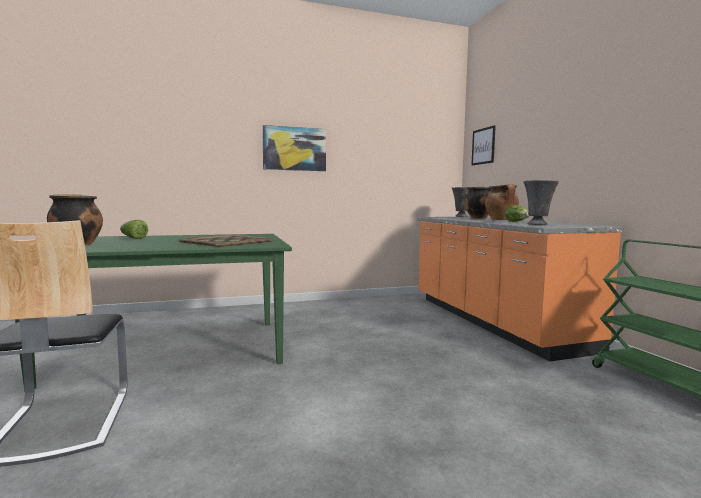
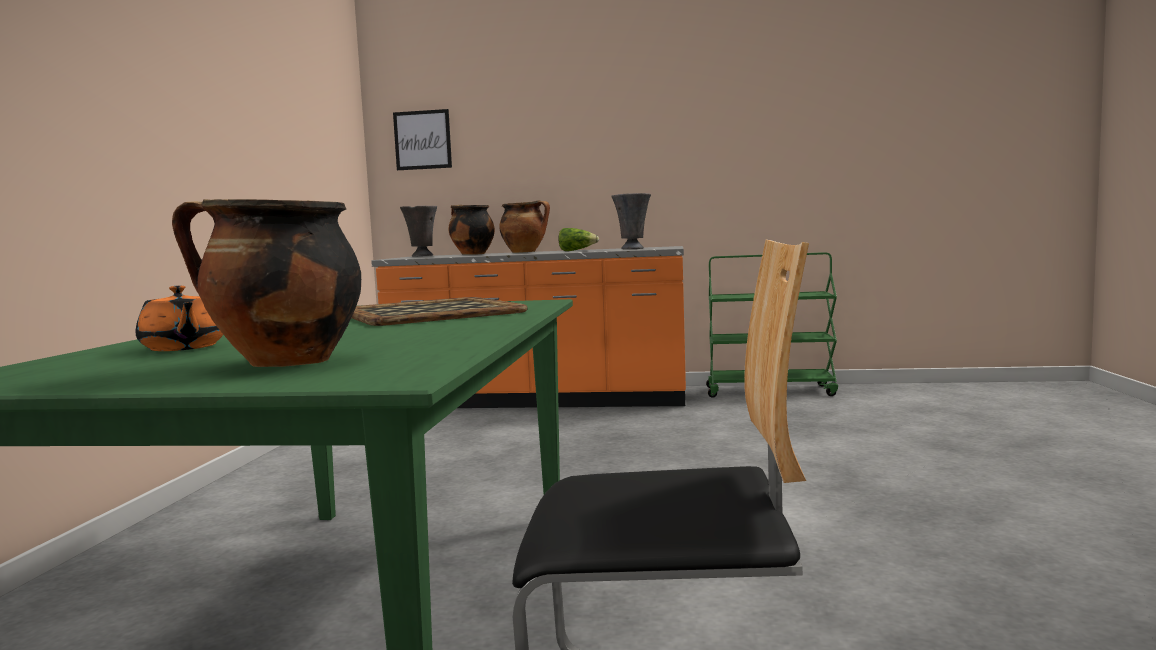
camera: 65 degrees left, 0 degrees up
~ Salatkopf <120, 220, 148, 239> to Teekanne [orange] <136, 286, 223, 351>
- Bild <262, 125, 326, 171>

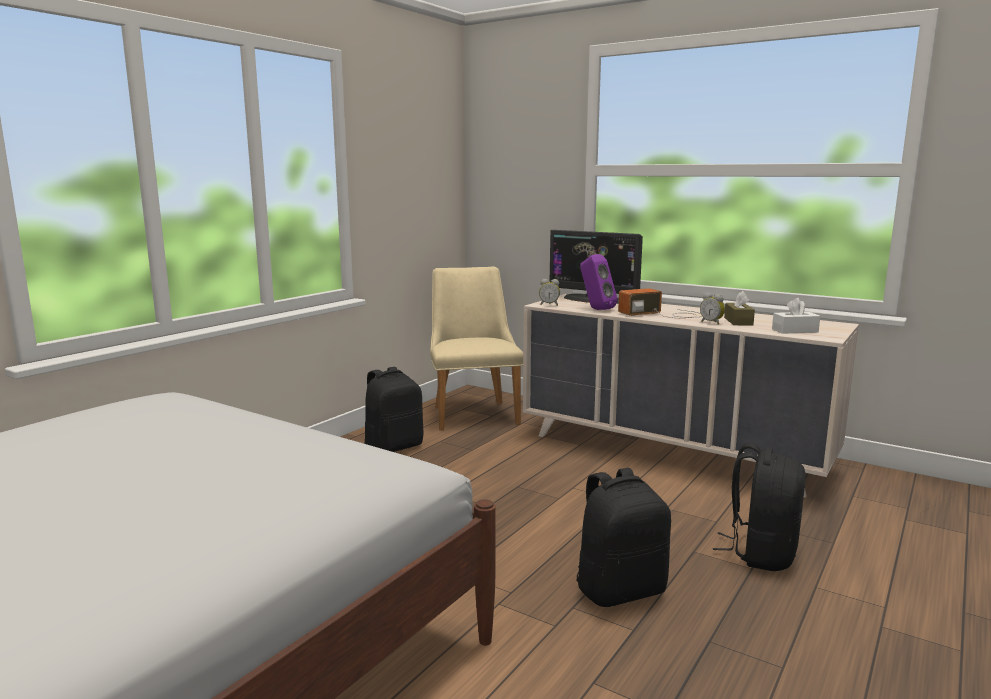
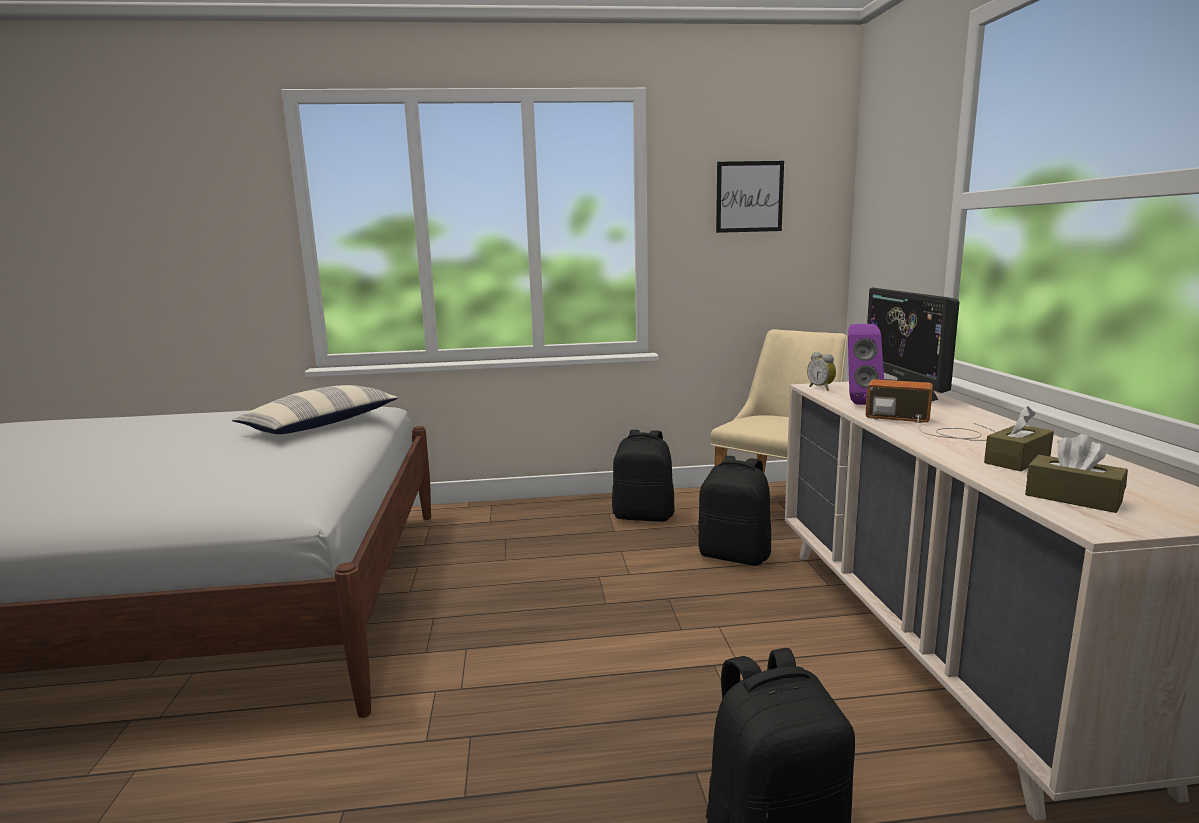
camera: 50 degrees right, 0 degrees up
~ Rucksack [schwarz] <576, 468, 671, 607> to <698, 456, 771, 566>
- Wecker <700, 292, 725, 325>
~ Taschentuchbox [weiß] <772, 298, 820, 334> to Taschentuchbox [braun] <1025, 434, 1128, 513>
+ Kissen <232, 385, 398, 434>
+ Bild <716, 161, 784, 233>

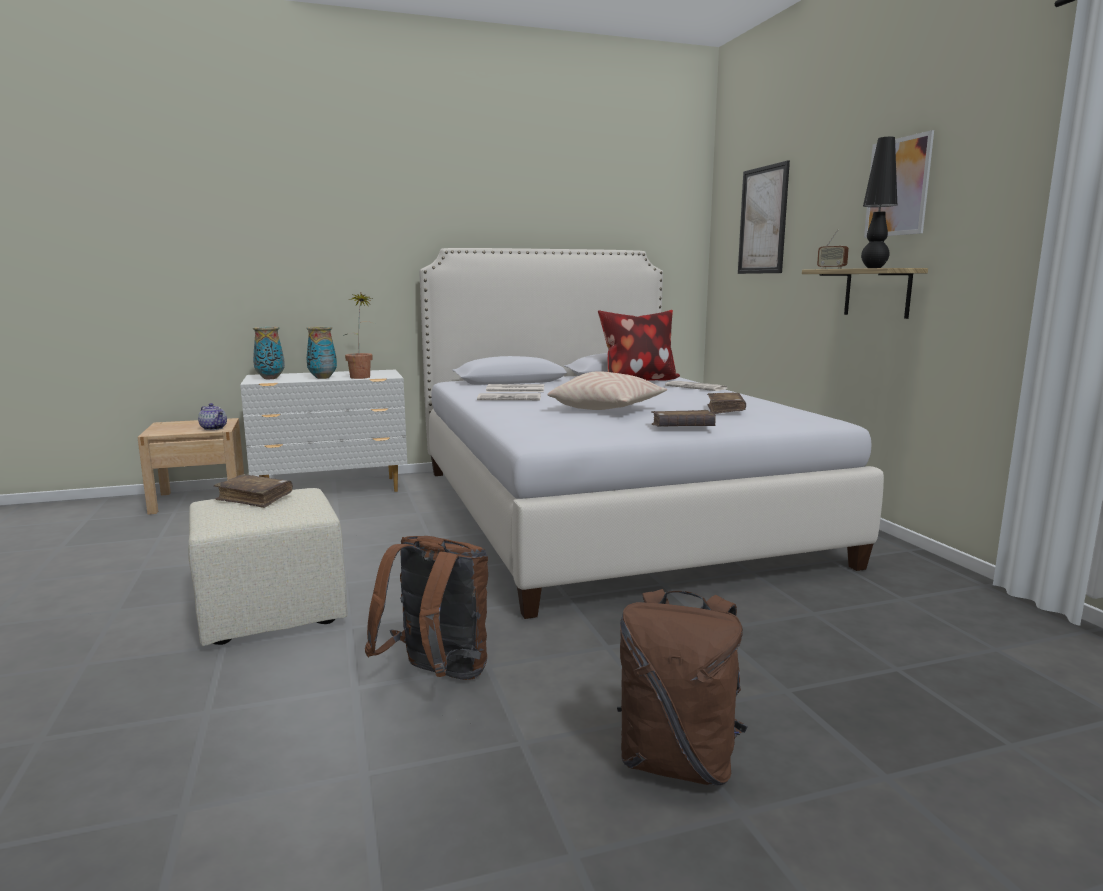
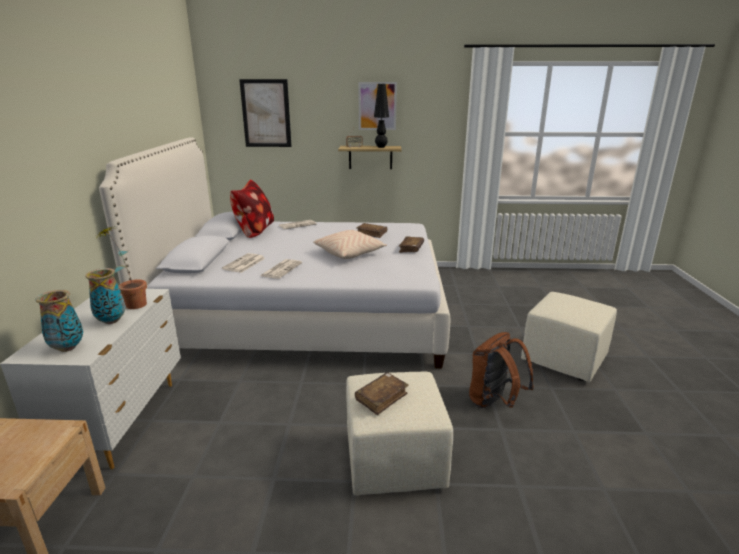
camera: 70 degrees left, 10 degrees up
- Teekanne <198, 403, 227, 430>
~ Rucksack [braun] <617, 589, 748, 785> to Polsterhocker [beige] <521, 292, 617, 383>

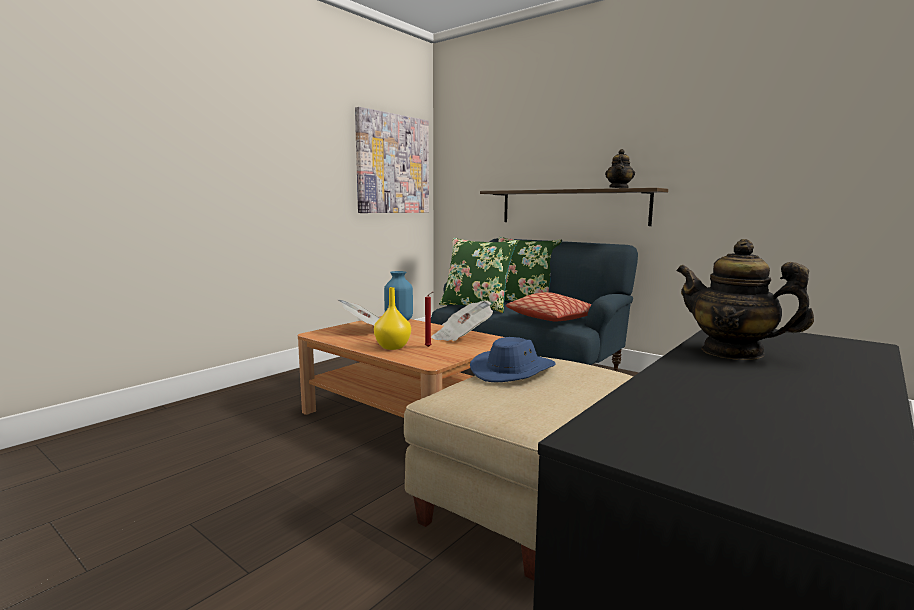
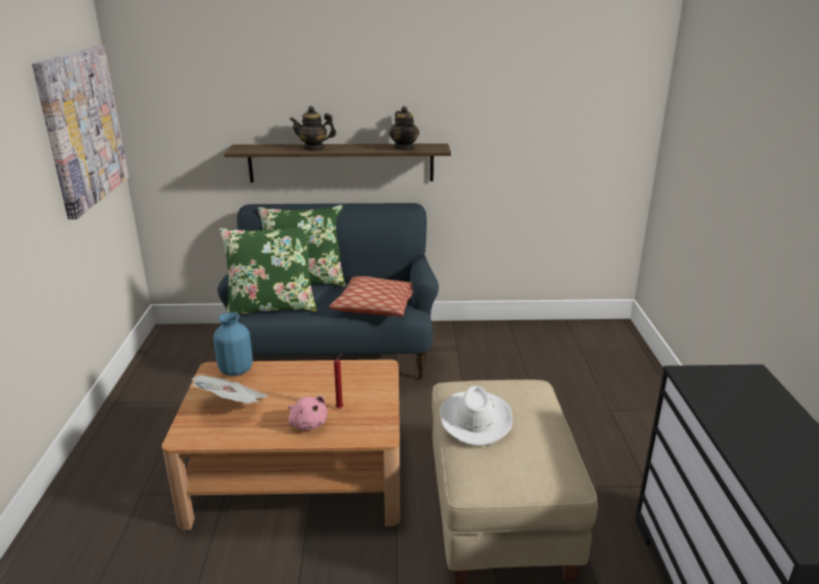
camera: 40 degrees left, 15 degrees up
~ Vase [gelb] <374, 287, 411, 350> to Plüschtier [rosa] <288, 396, 328, 430>
- Zeitung <431, 301, 493, 341>
~ Hut [blau] <470, 337, 555, 382> to Hut [weiß] <440, 386, 512, 446>
~ Teekanne <676, 239, 814, 360> to <289, 106, 336, 151>

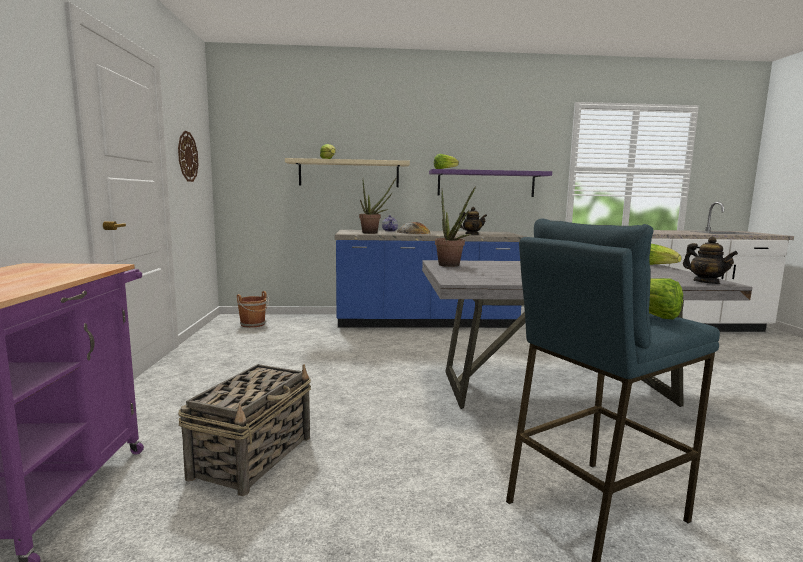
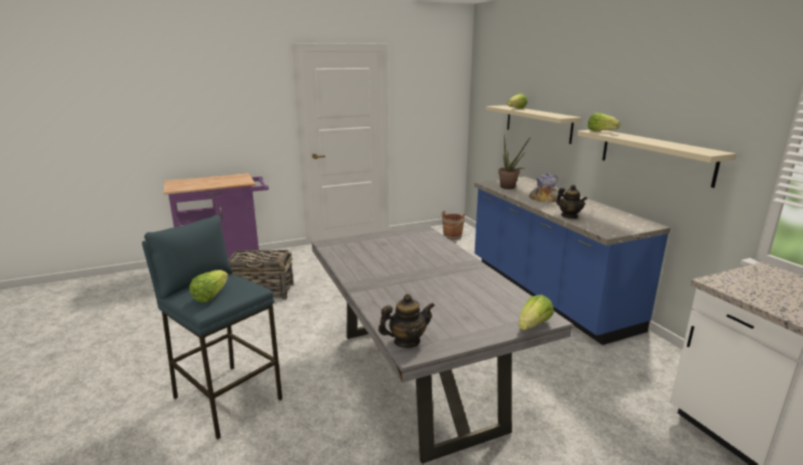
camera: 70 degrees right, 10 degrees up
- Wanduhr <178, 131, 198, 182>
~ Wandregal [lila] <429, 169, 552, 197> to Wandregal [beige] <577, 130, 736, 188>
- Topfpflanze <435, 186, 476, 267>
~ Teekanne <683, 237, 738, 284> = <378, 294, 435, 348> 150 degrees counterclockwise

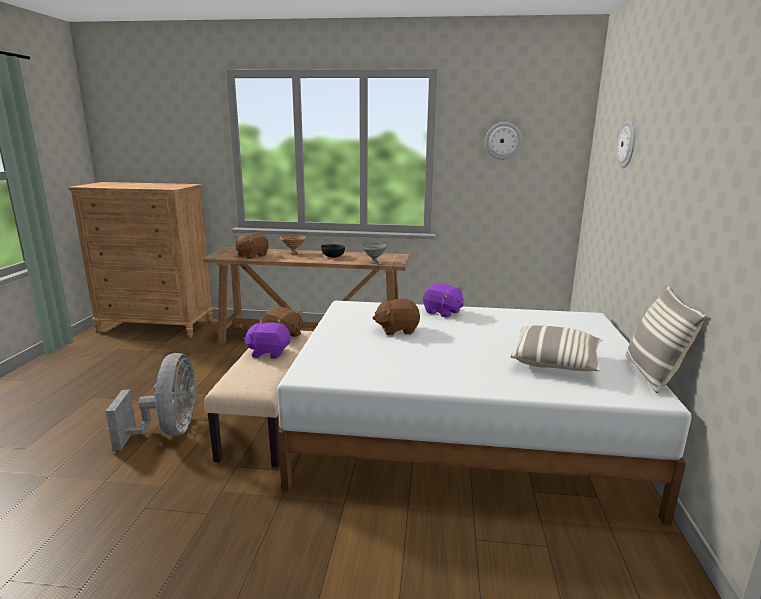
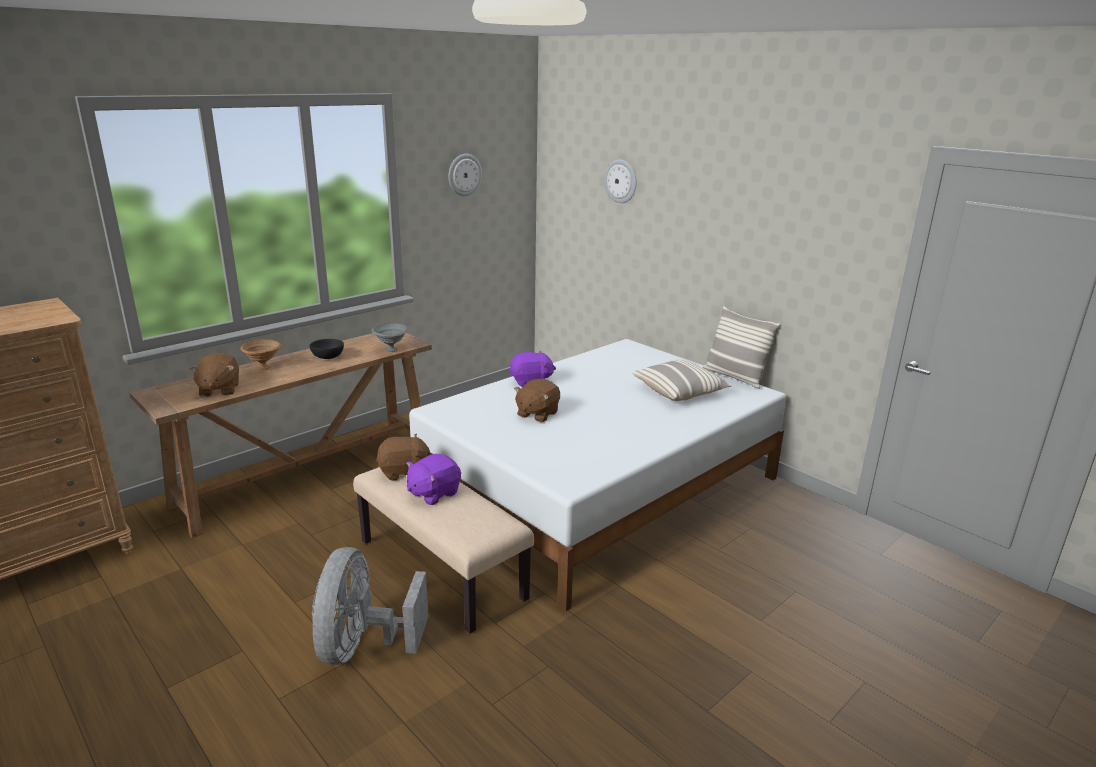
camera: 50 degrees left, 5 degrees up
~ Ventilator [grau] <106, 353, 197, 451> = <312, 547, 428, 665> 120 degrees counterclockwise

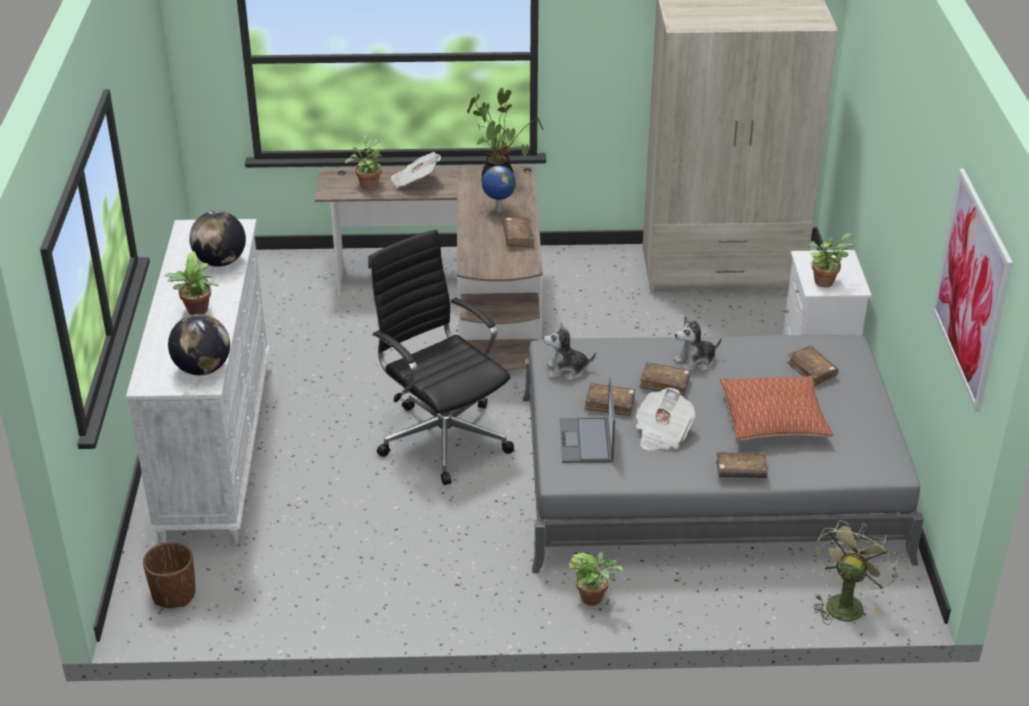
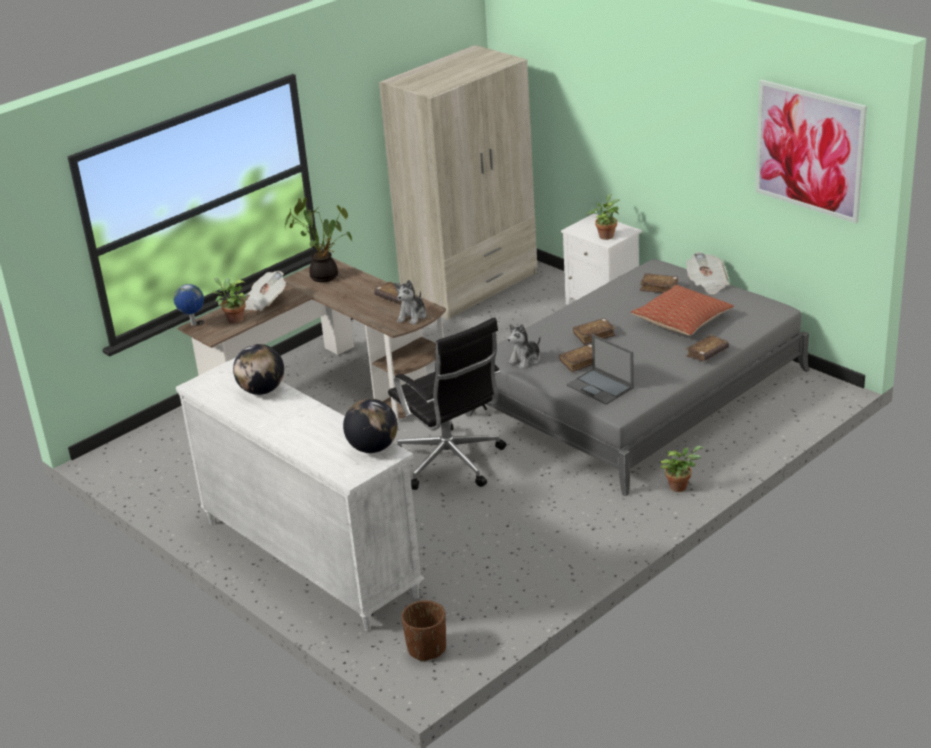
camera: 40 degrees left, 5 degrees down
- Topfpflanze <165, 251, 218, 315>
~ Bürostuhl [schwarz] <368, 229, 514, 485> = <388, 317, 506, 490> 135 degrees counterclockwise
~ Globus <482, 166, 516, 213> to <174, 284, 204, 326>
~ Zeitung <636, 388, 695, 450> to <686, 252, 730, 295>
~ Plüschtier <673, 316, 721, 371> to <394, 280, 426, 325>
- Ventilator [grün] <813, 520, 900, 625>

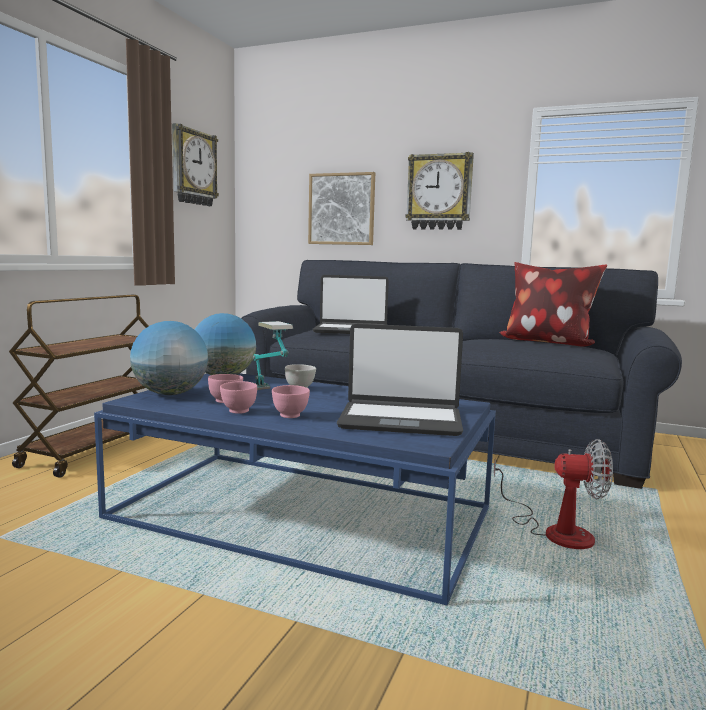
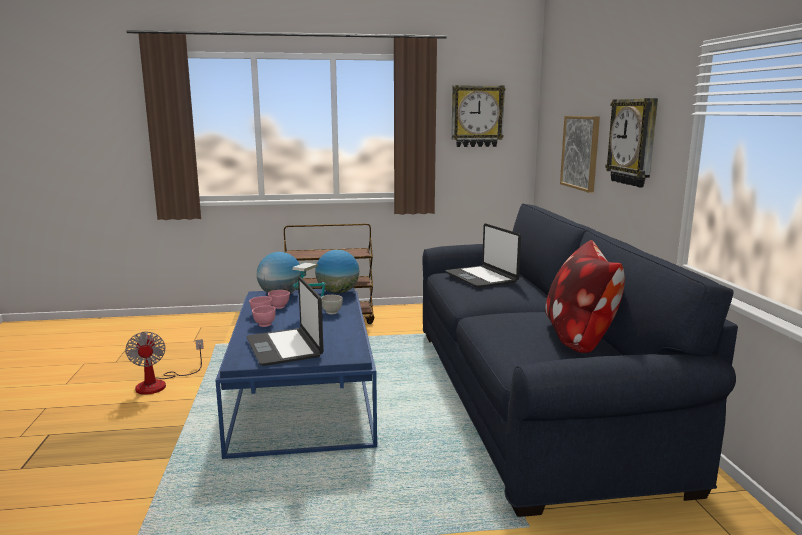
camera: 60 degrees right, 5 degrees up
~ Ventilator <494, 439, 613, 549> to <125, 331, 204, 395>

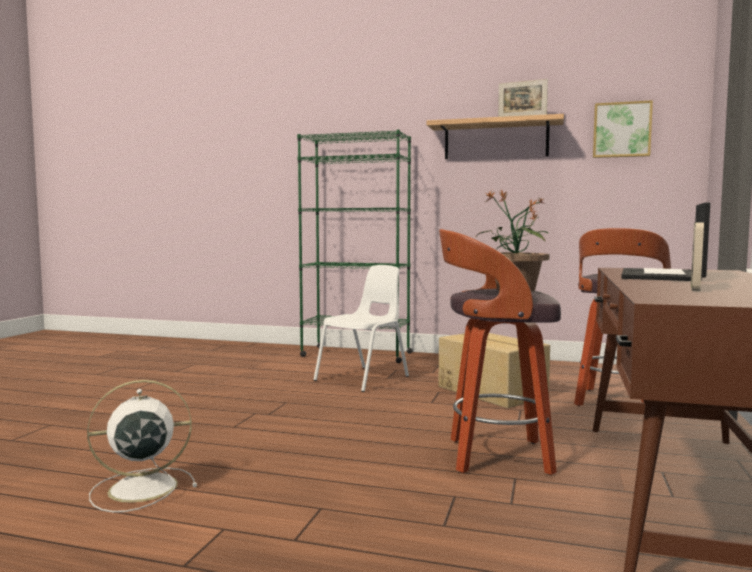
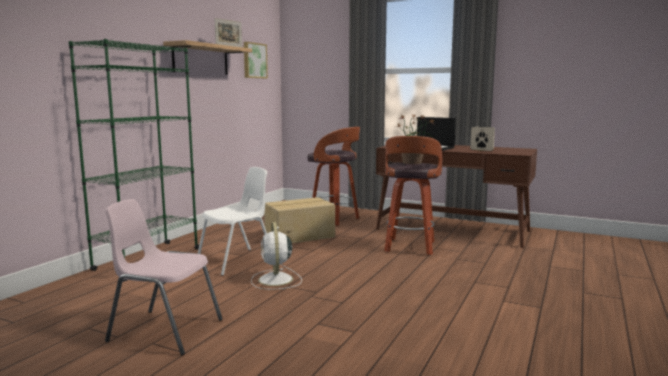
camera: 80 degrees left, 5 degrees up
~ Ventilator [weiß] <87, 380, 197, 512> to <251, 222, 302, 290>
~ Stuhl [weiß] <314, 265, 409, 392> = <198, 167, 267, 276> 90 degrees clockwise
+ Stuhl [rosa] <105, 199, 223, 355>

